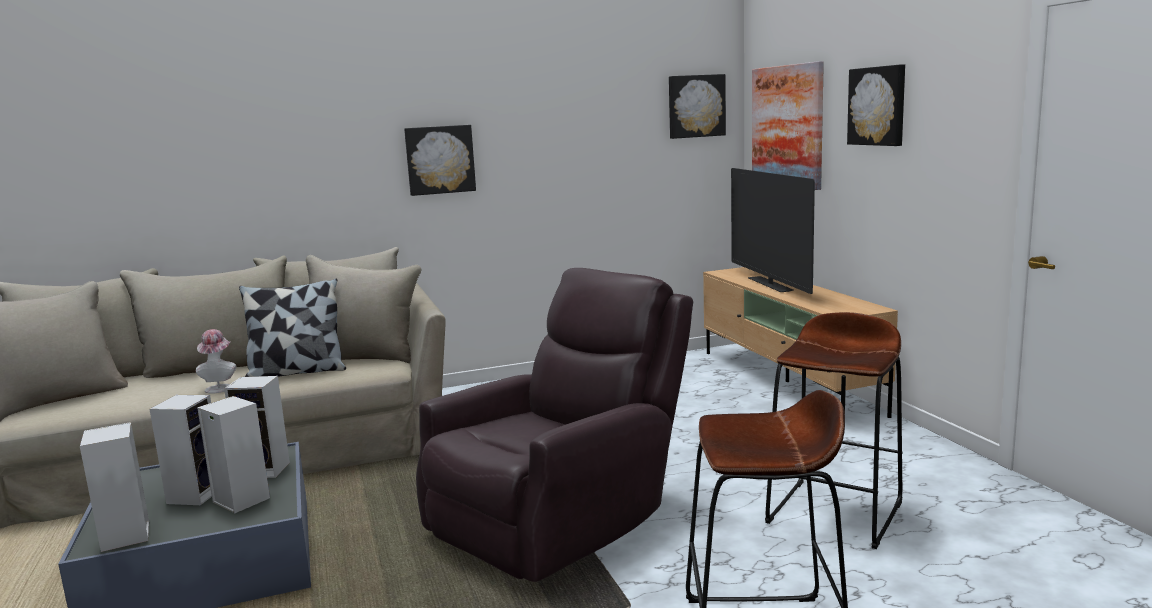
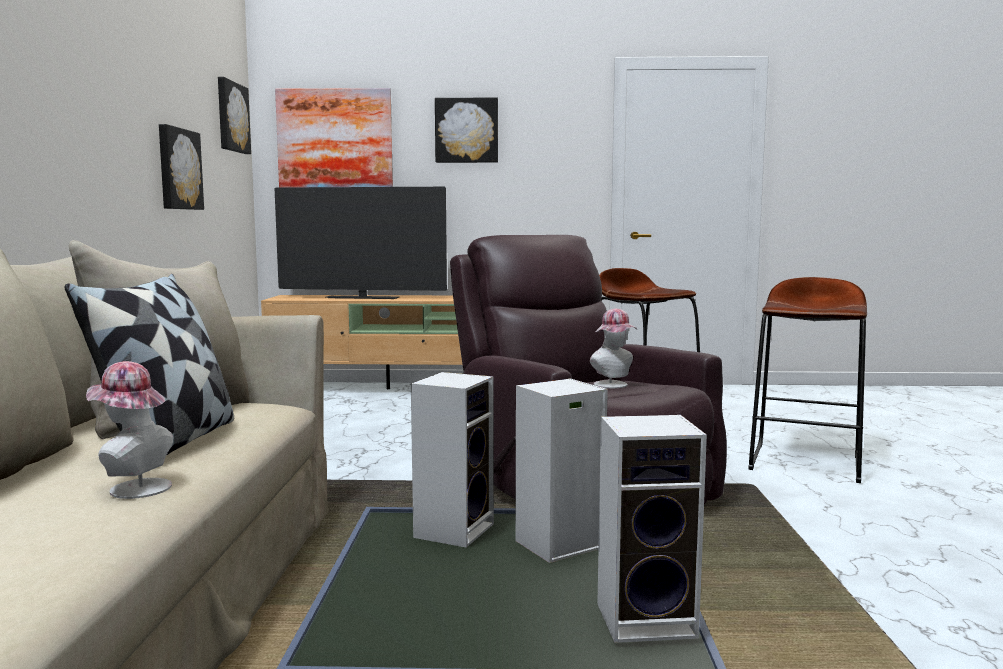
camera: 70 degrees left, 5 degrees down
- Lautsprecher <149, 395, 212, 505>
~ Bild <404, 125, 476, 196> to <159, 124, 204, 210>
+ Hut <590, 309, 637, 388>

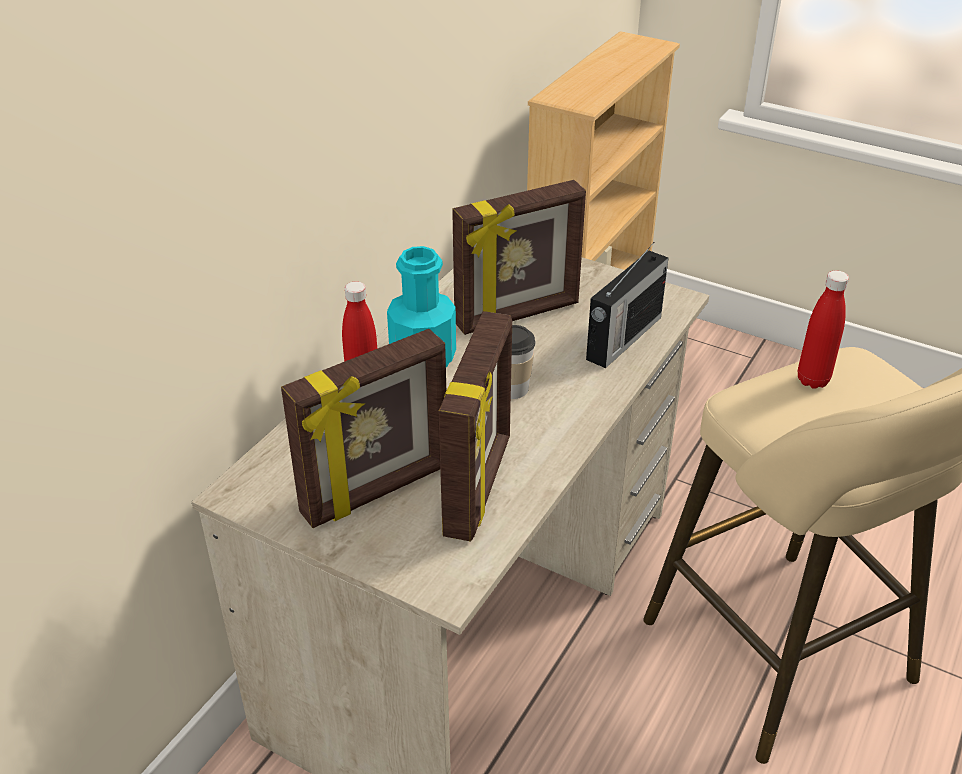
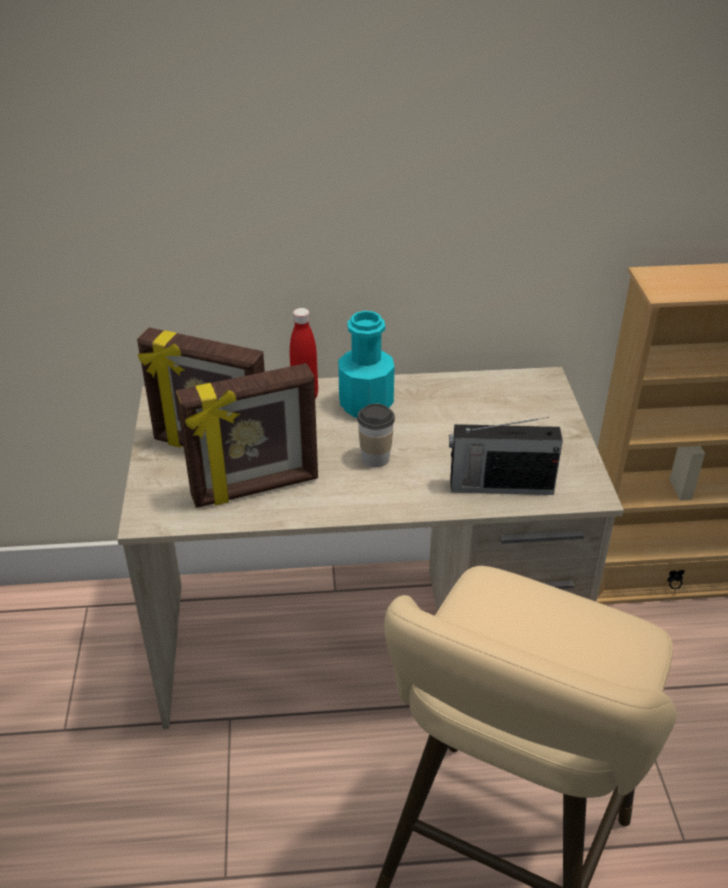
camera: 55 degrees right, 0 degrees up
- Bilderrahmen <452, 180, 586, 335>
- Flasche [rot] <798, 271, 849, 389>

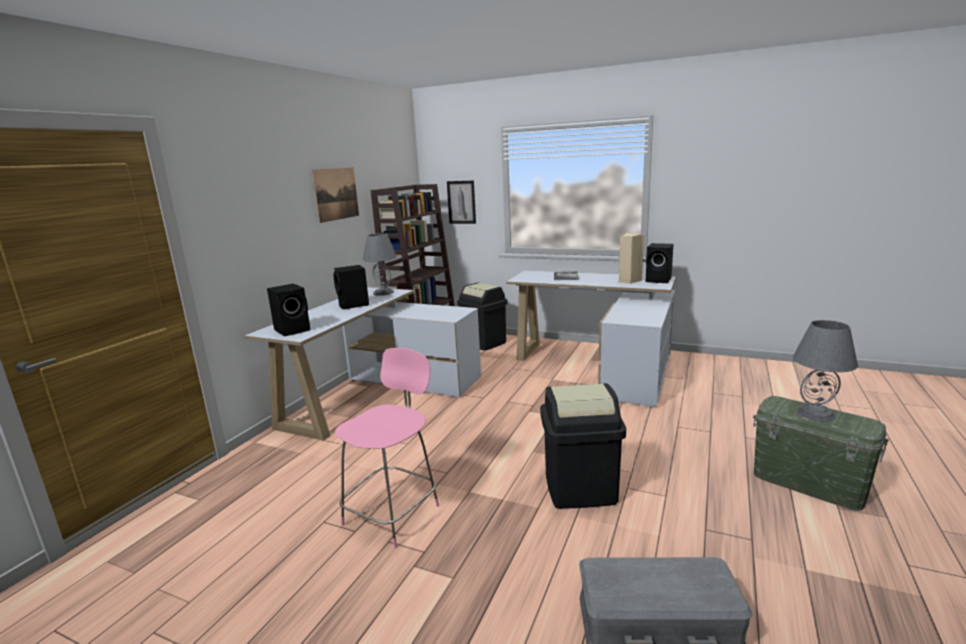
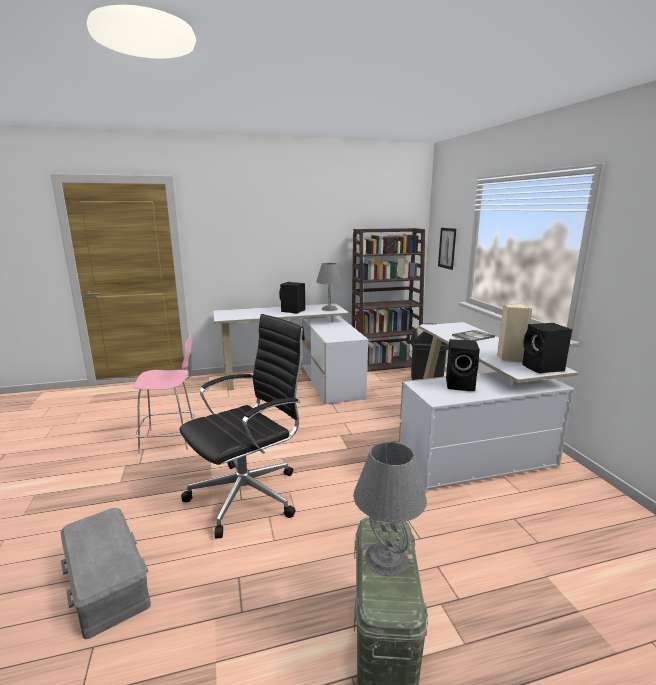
camera: 50 degrees right, 0 degrees up
~ Lautsprecher [schwarz] <267, 284, 311, 336> to <446, 339, 480, 391>
- Bild <312, 168, 359, 223>
~ Mülleimer [schwarz] <540, 383, 626, 509> to Bürostuhl [schwarz] <179, 314, 305, 538>

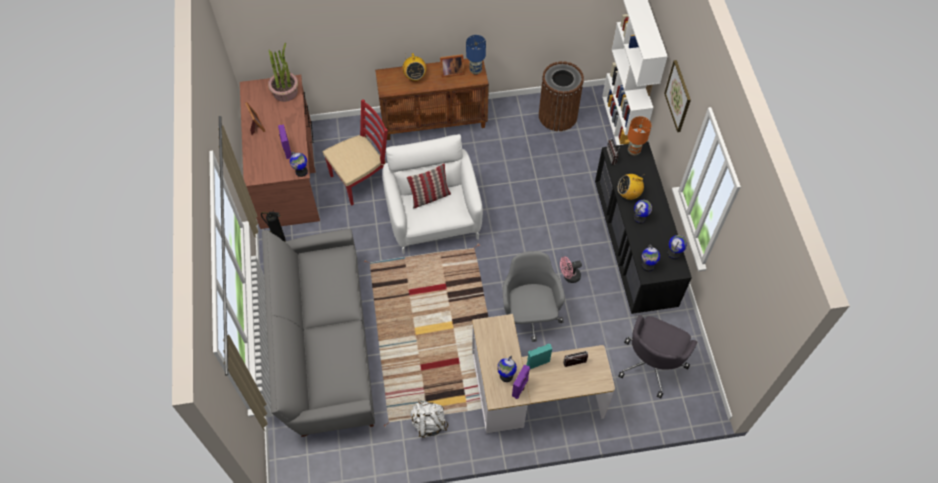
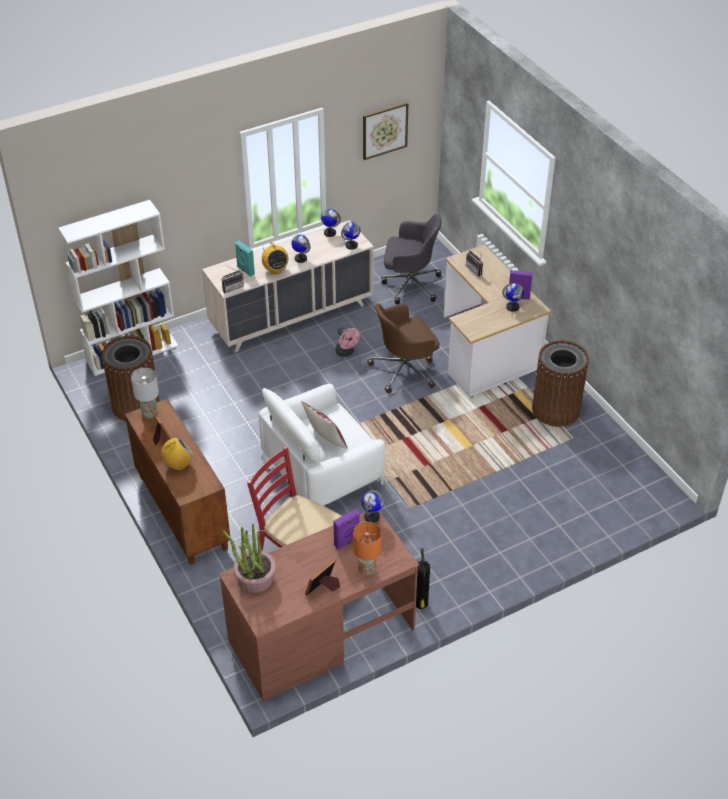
camera: 110 degrees left, 15 degrees down
- Sofa [grau] <262, 229, 375, 437>
~ Rucksack [weiß] <411, 401, 448, 438> to Mülleimer [braun] <532, 340, 589, 427>
~ Tischlampe [blau] <466, 35, 486, 74> to Tischlampe [grau] <131, 368, 159, 419>
~ Bürostuhl [grau] <503, 251, 565, 342> to Bürostuhl [braun] <367, 303, 440, 393>
~ Lautsprecher [türkis] <526, 344, 552, 369> to <235, 240, 255, 277>
~ Kommode [schwarz] <595, 141, 692, 314> to Kommode [beige] <202, 220, 374, 352>
~ Tischlampe [orange] <628, 116, 652, 156> to <353, 521, 382, 576>
~ Bild <664, 60, 691, 132> to <363, 102, 408, 160>

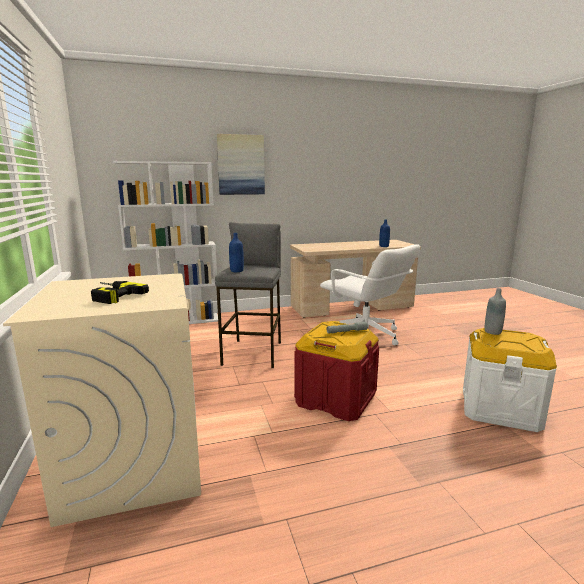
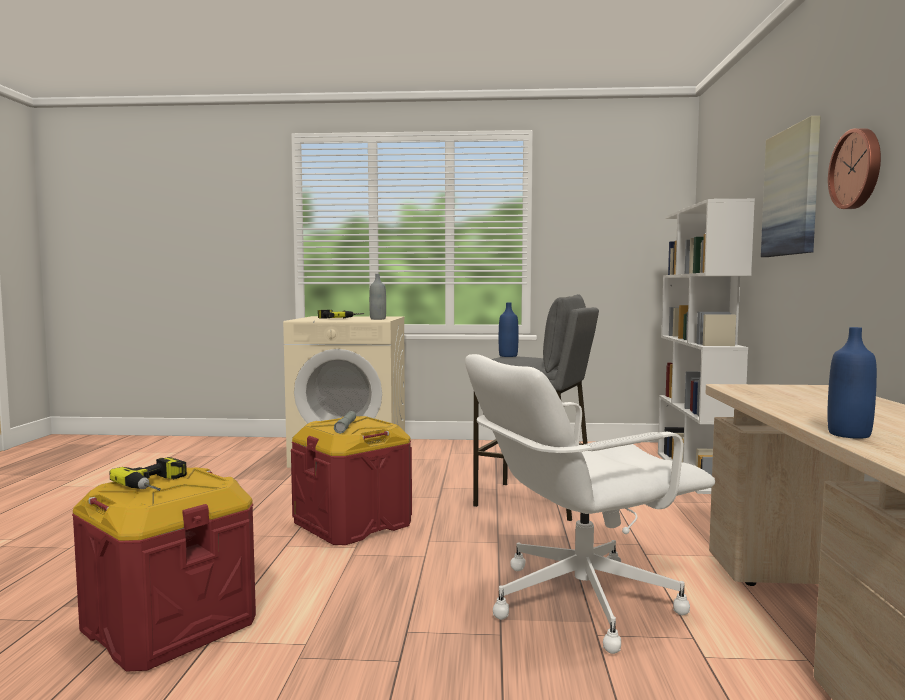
camera: 110 degrees right, 10 degrees down
~ Aufbewahrungsbox [weiß] <463, 328, 557, 432> to Aufbewahrungsbox [rot] <72, 467, 256, 671>
~ Flasche [grau] <485, 288, 506, 335> to <369, 274, 386, 320>
+ Bohrmaschine <109, 457, 187, 491>
+ Wanduhr <828, 128, 881, 209>

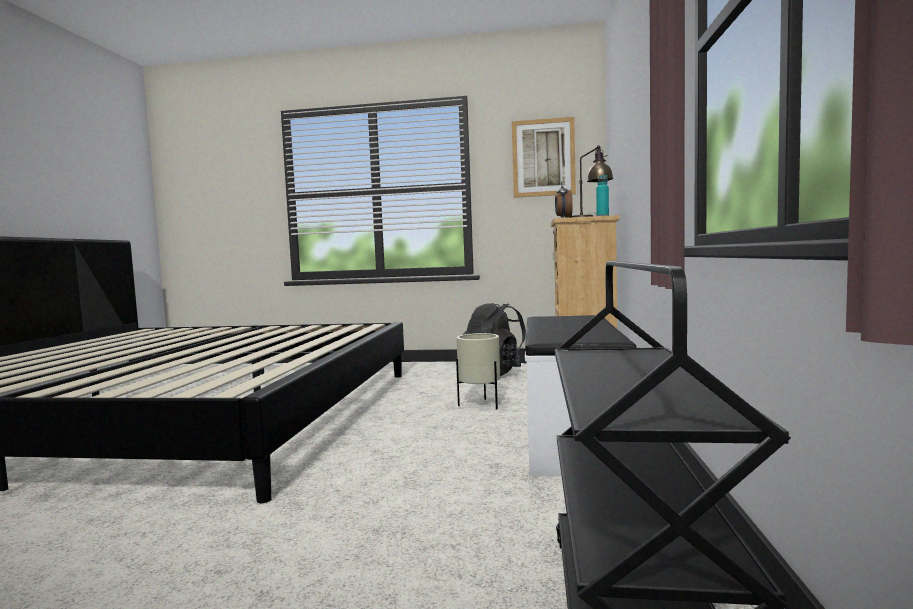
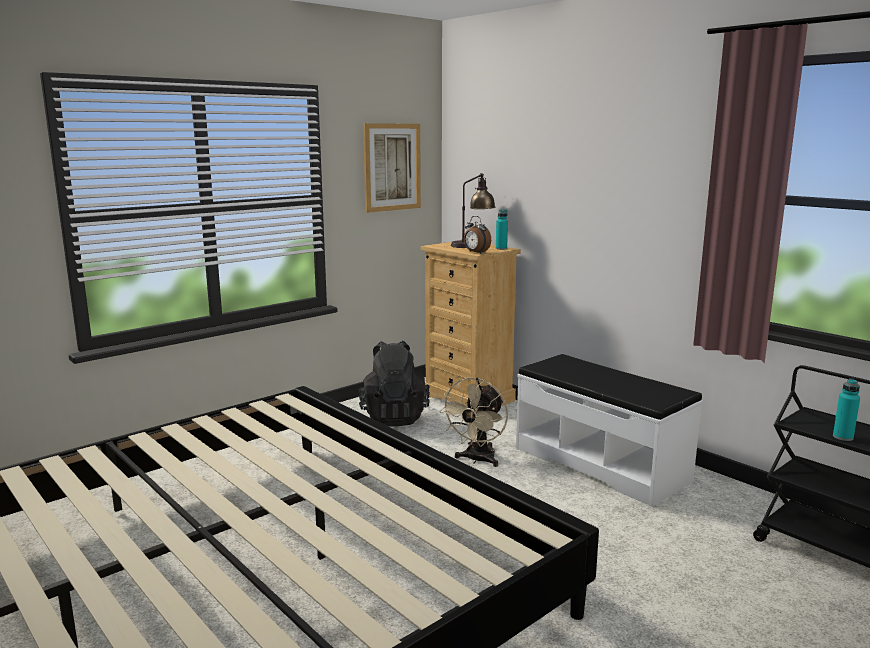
camera: 50 degrees left, 10 degrees up
~ Pflanzkübel [beige] <456, 333, 500, 410> to Ventilator [beige] <439, 378, 508, 467>
+ Flasche [türkis] <833, 378, 860, 441>

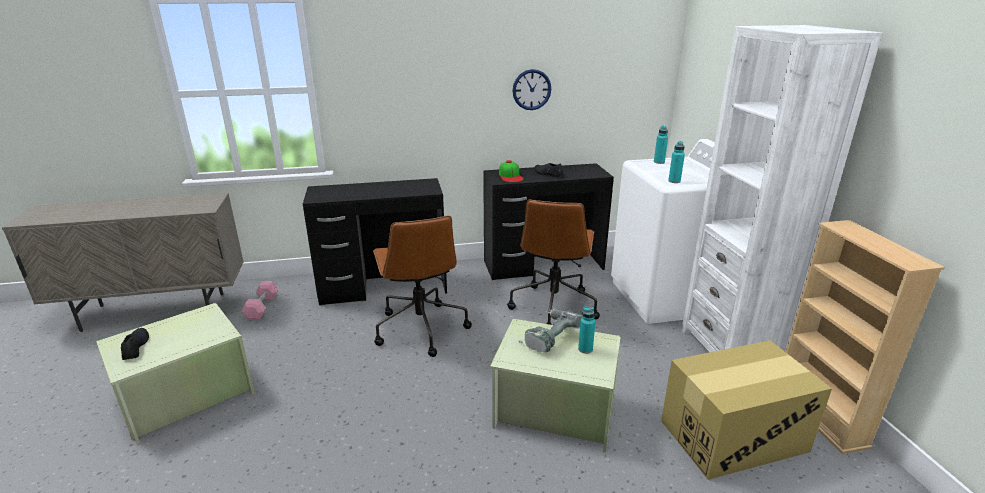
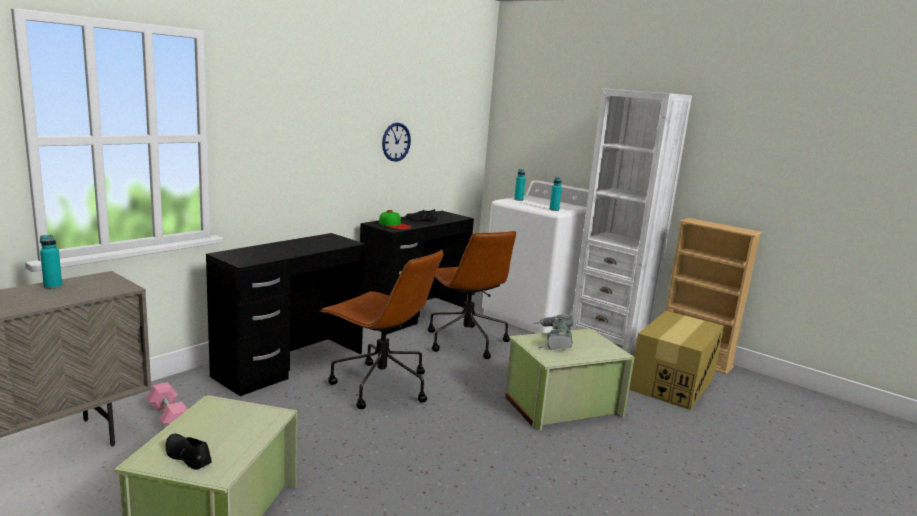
camera: 40 degrees left, 10 degrees down
~ Flasche [türkis] <578, 307, 596, 354> to <40, 235, 62, 289>

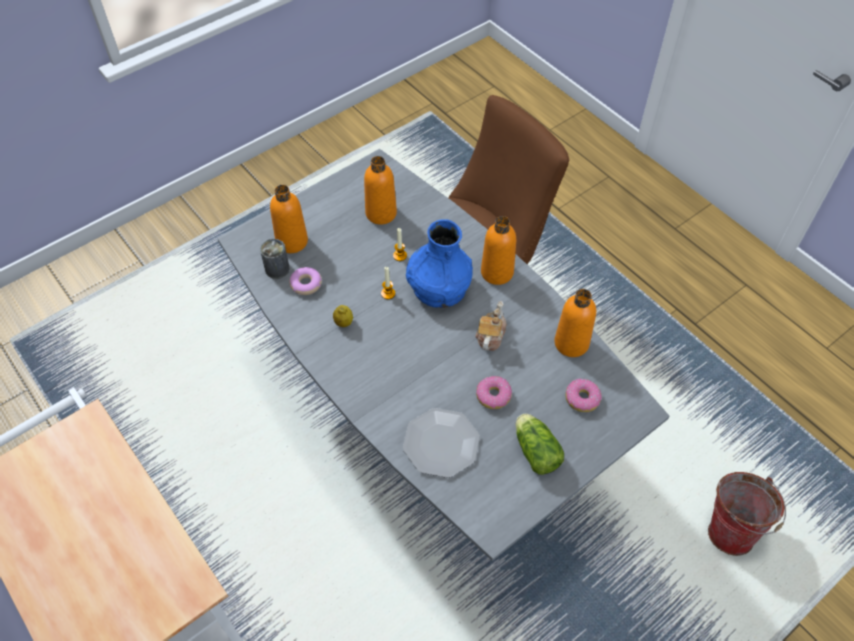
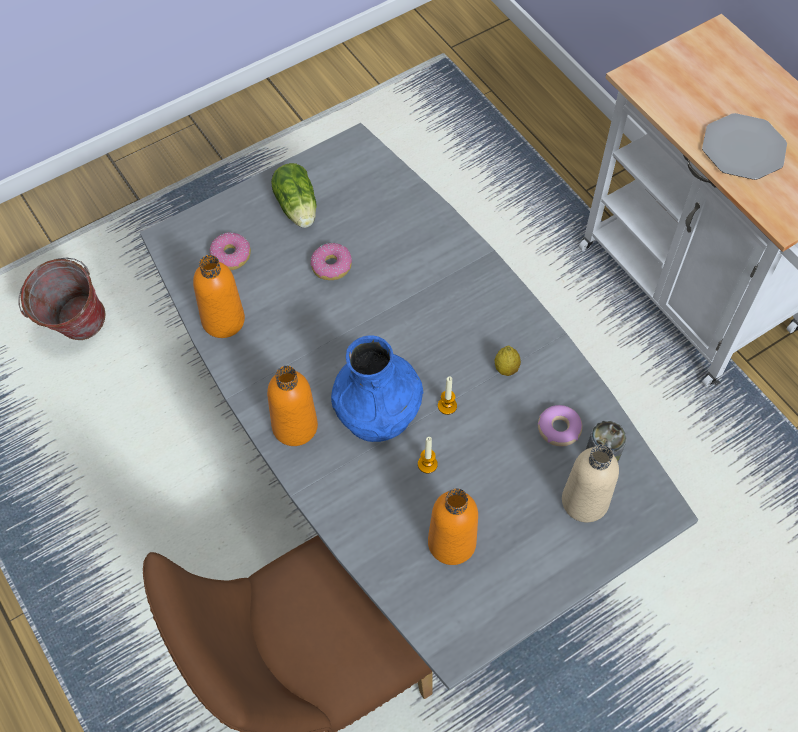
camera: 175 degrees left, 5 degrees up
~ Flasche [orange] <270, 185, 308, 253> to Flasche [beige] <562, 444, 619, 523>
~ Teller <403, 408, 480, 478> to <702, 113, 787, 180>
- Teekanne <475, 301, 507, 351>

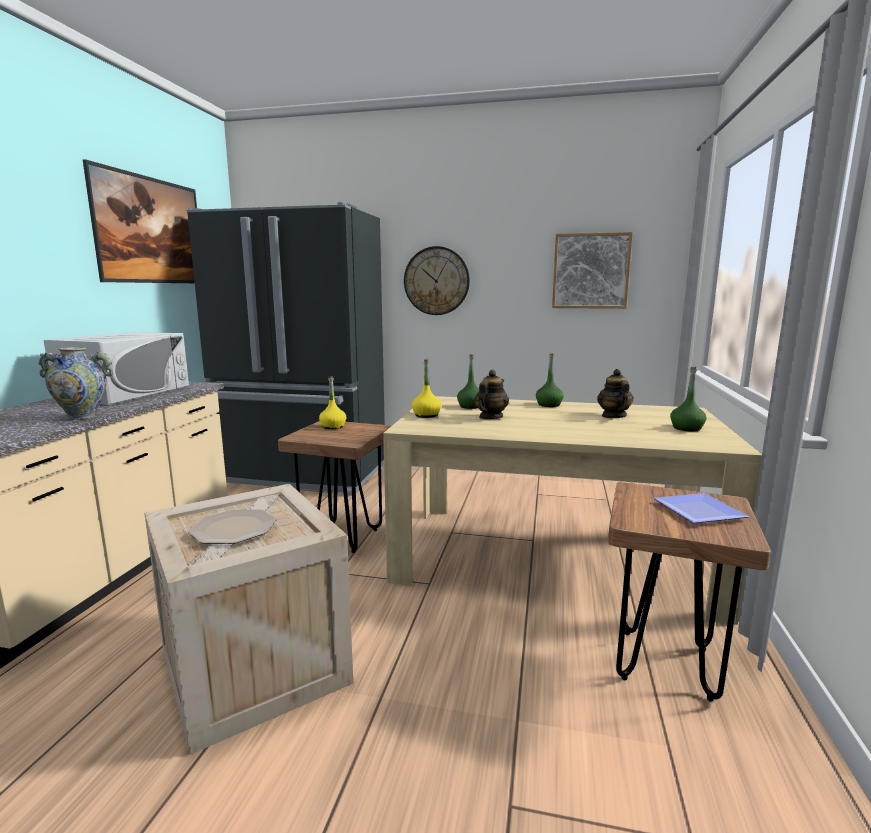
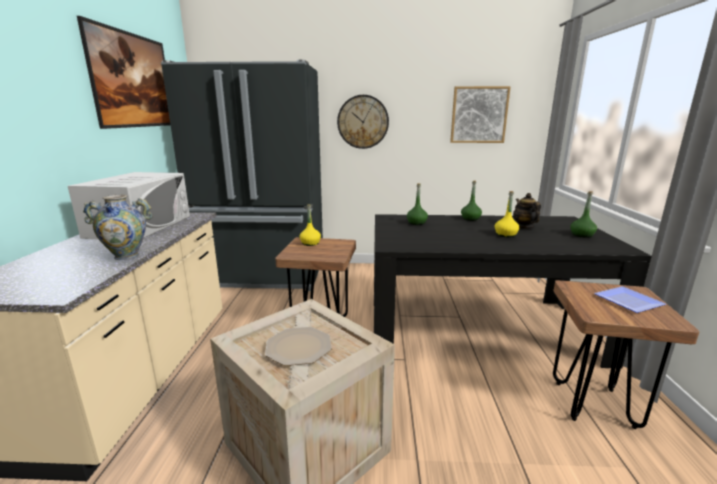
camera: 10 degrees left, 5 degrees up
~ Esstisch [beige] <383, 396, 762, 625> to Esstisch [schwarz] <374, 214, 652, 369>
~ Flasche [gelb] <412, 359, 441, 418> to <495, 191, 519, 238>
- Teekanne <475, 370, 509, 419>

